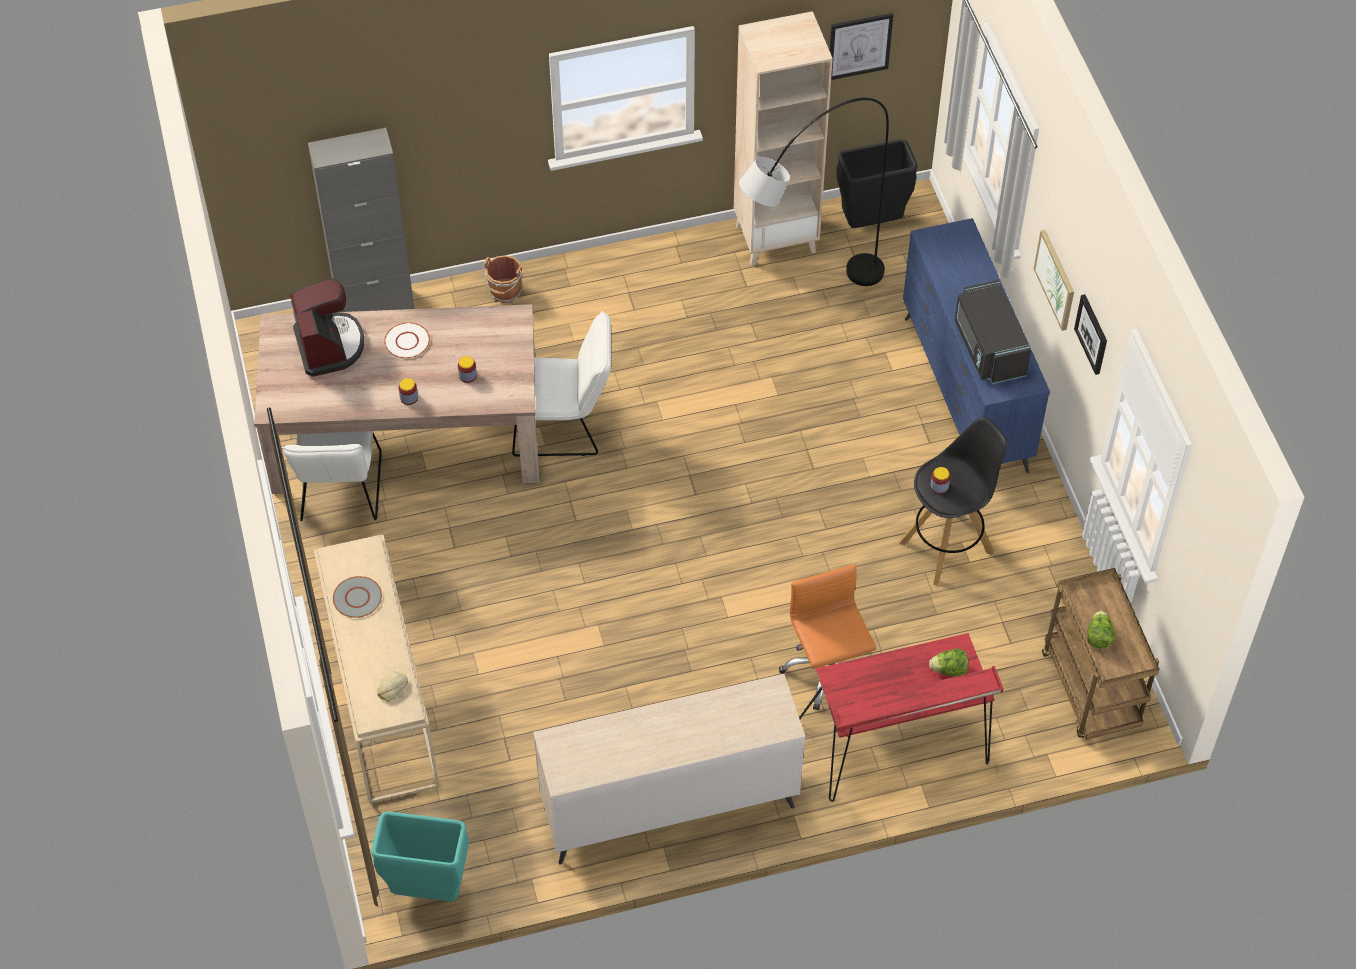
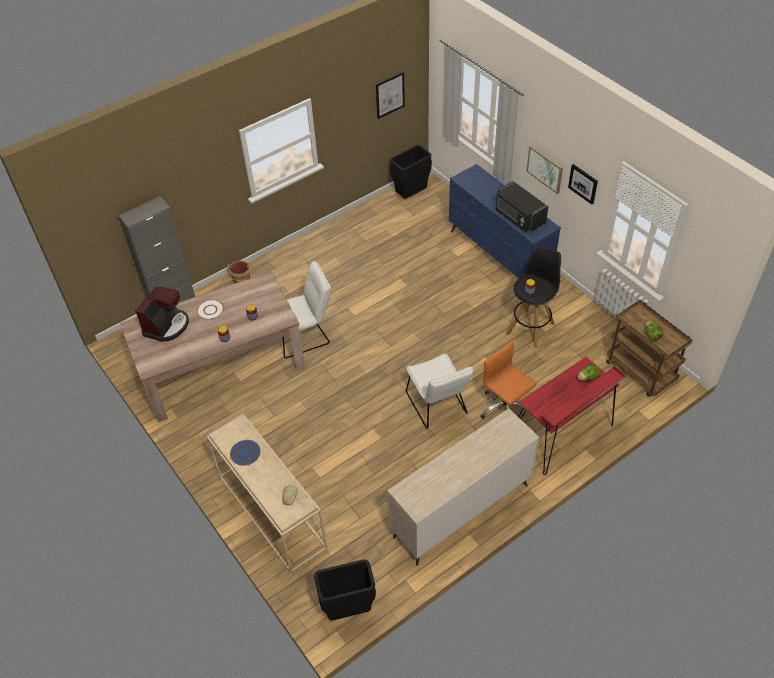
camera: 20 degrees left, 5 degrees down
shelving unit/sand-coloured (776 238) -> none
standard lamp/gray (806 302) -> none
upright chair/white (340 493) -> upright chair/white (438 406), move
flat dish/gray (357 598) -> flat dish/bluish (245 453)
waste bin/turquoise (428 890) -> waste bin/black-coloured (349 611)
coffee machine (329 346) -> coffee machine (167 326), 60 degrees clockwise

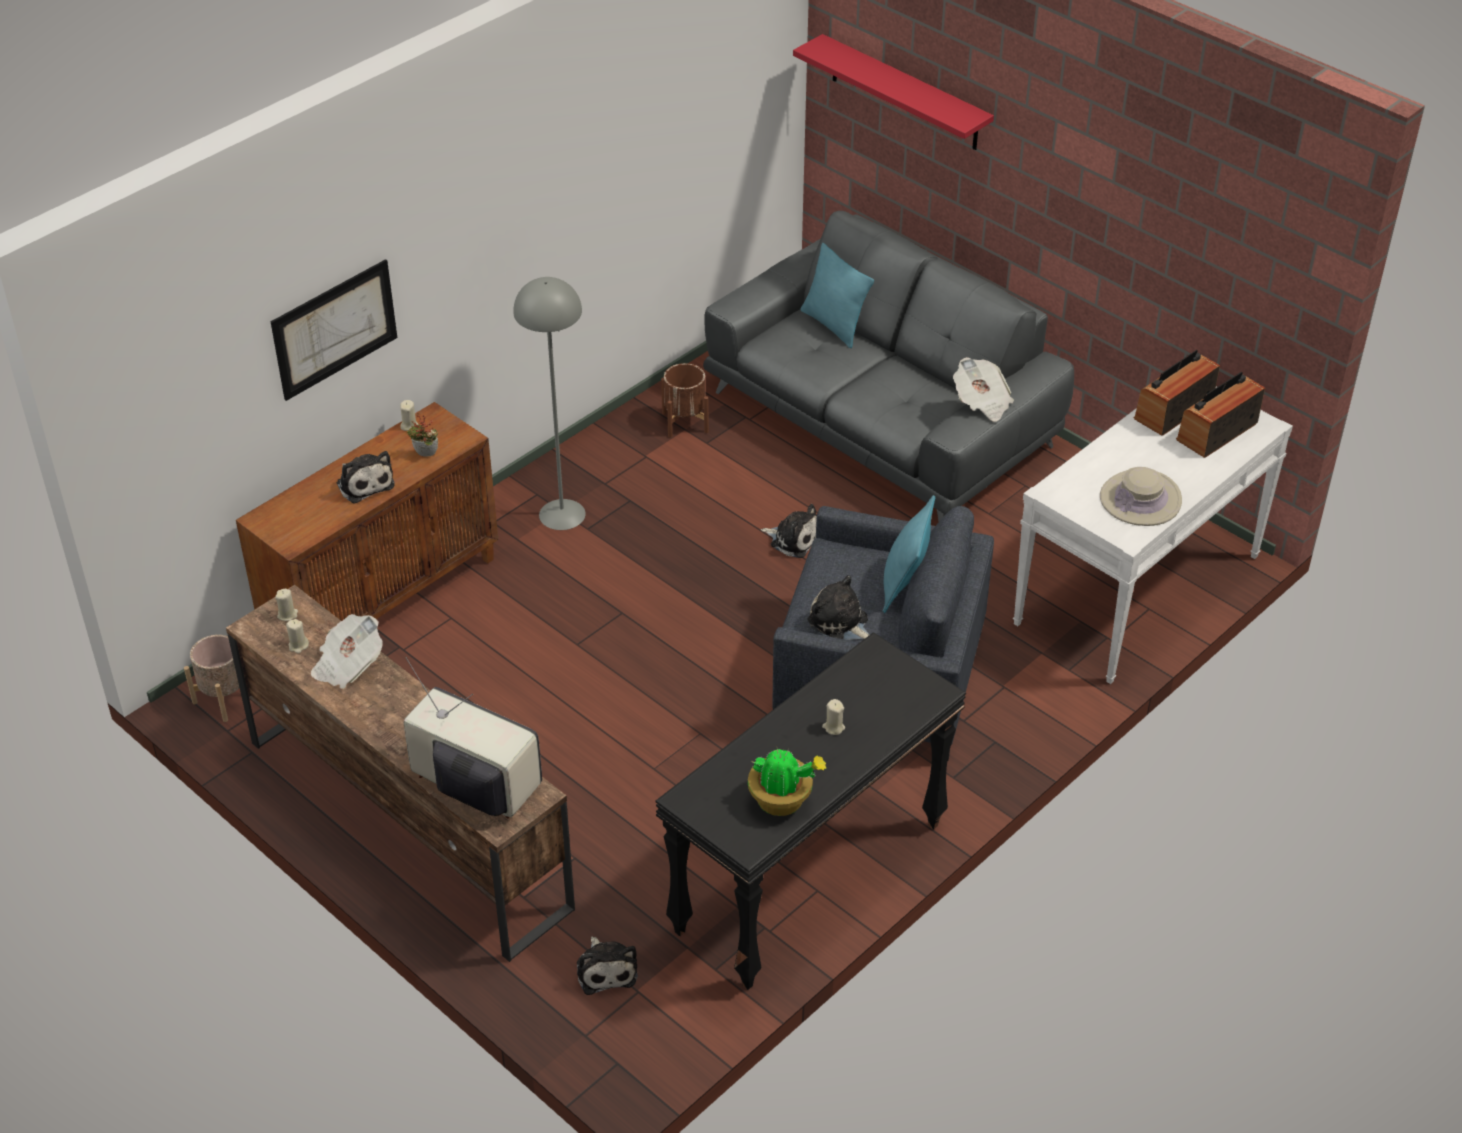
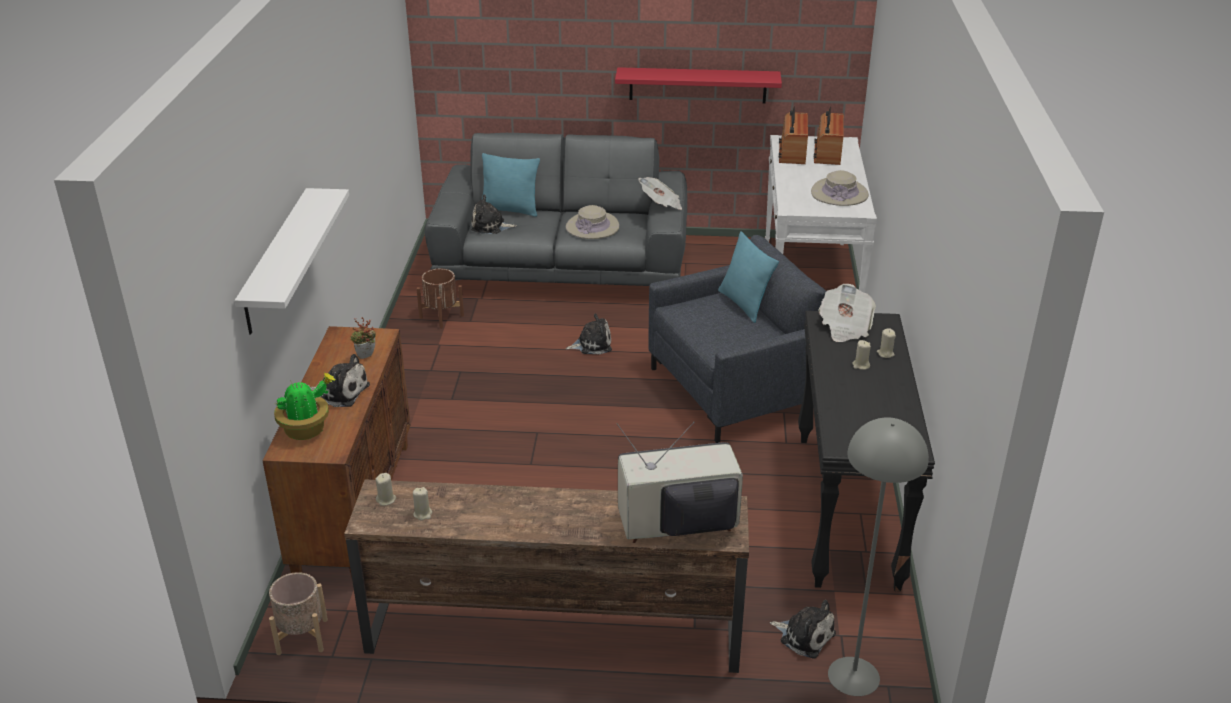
camera: 40 degrees left, 10 degrees down
none -> wearable hat/sand-coloured (592 227)
daily paper (348 665) -> daily paper (845 327), move
wax light/sand-coloured (409 425) -> wax light/sand-coloured (885 353), move
standard lamp/gray (562 514) -> standard lamp/gray (853 676), move
houseplant (782 801) -> houseplant (307 430), move
shelf/reddish (904 93) -> shelf/reddish (697 85), move
cuddly toy (840 623) -> cuddly toy (490 226), move
picture (335 329) -> shelf/white (276 261)

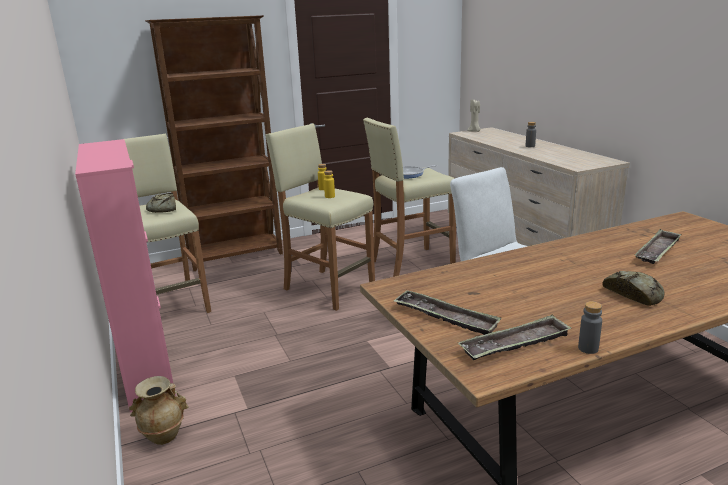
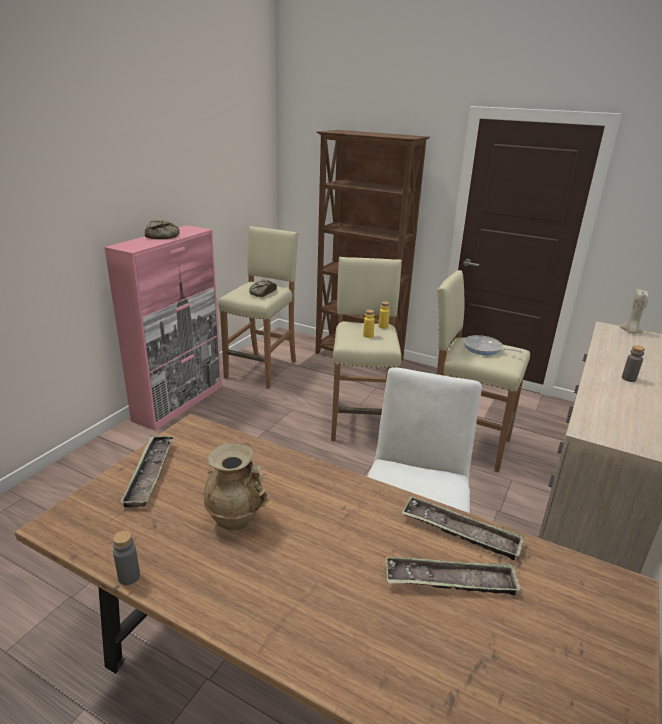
camera: 50 degrees right, 5 degrees up
decorative vase/sand-coloured (163 435) -> decorative vase/sand-coloured (236 518), move
carrying tray (515 344) -> carrying tray (460 532), move
bakery bread (634 293) -> bakery bread (164 235), move

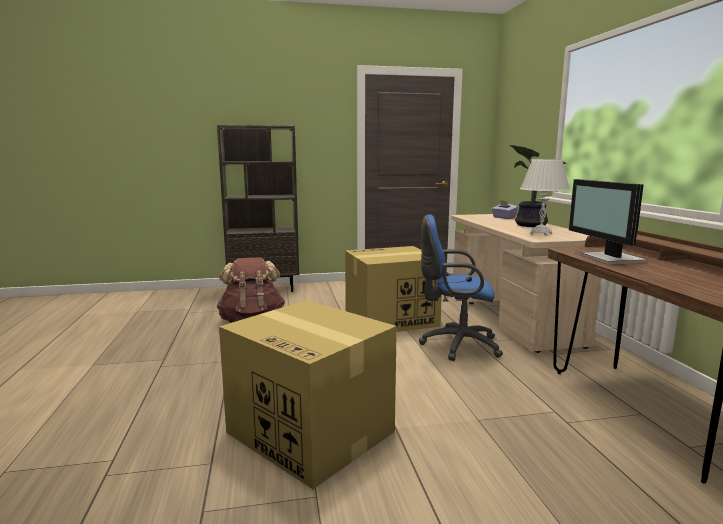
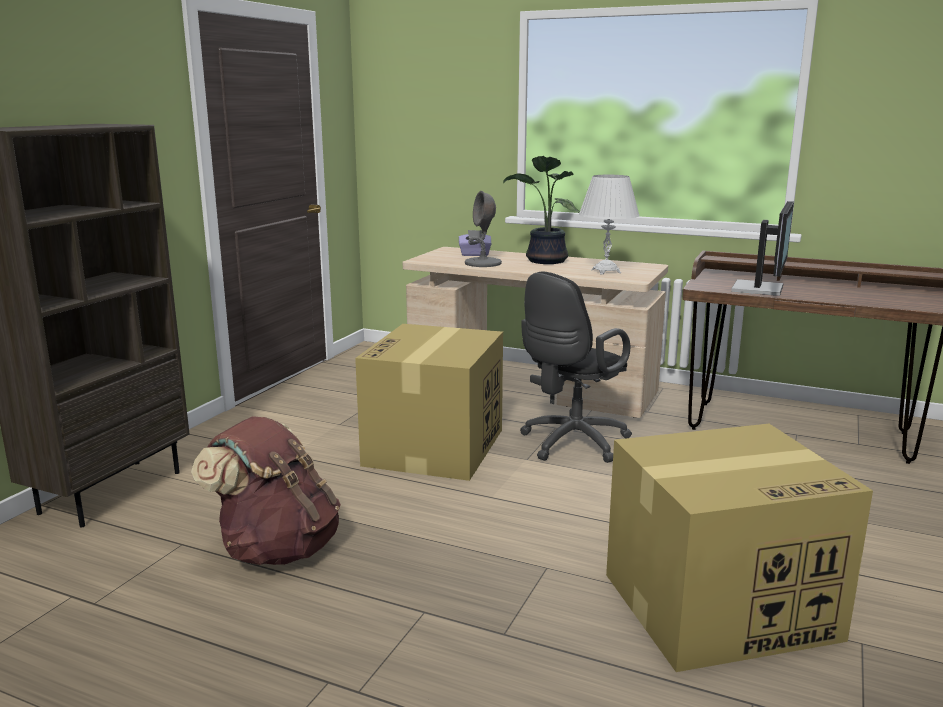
camera: 55 degrees left, 5 degrees up
none -> lamp for a table/gray (483 263)
computer chair/bluish (456 345) -> computer chair/black-coloured (570 444)
computer screen (610 259) -> computer screen (760 288), 90 degrees counterclockwise

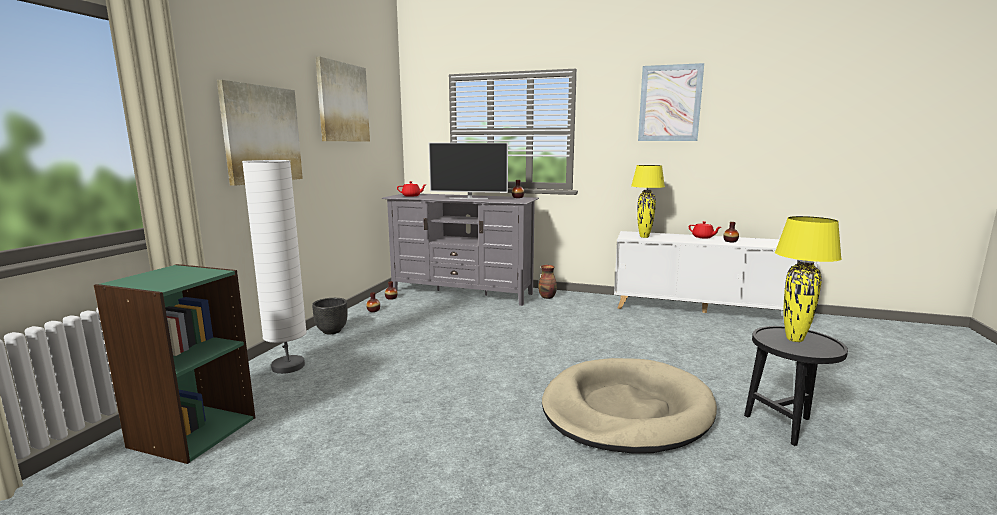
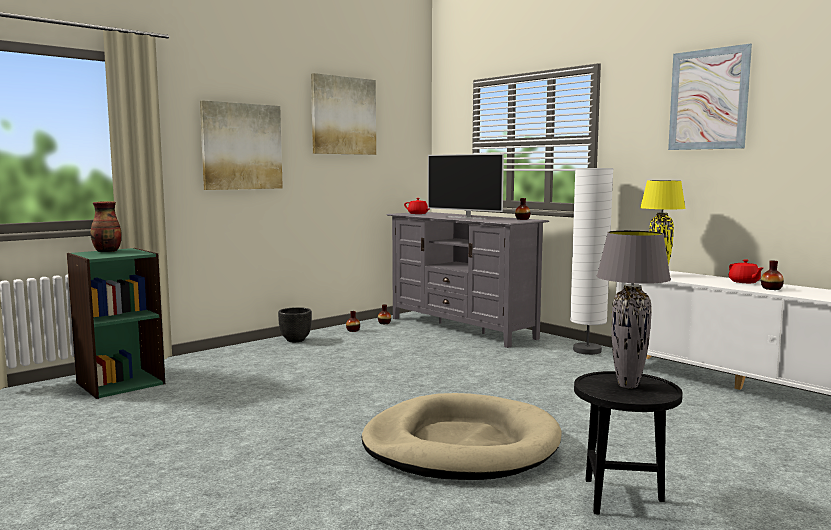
camera: 30 degrees right, 5 degrees down
standard lamp/white (288 366) -> standard lamp/white (587 351), move
decorative vase (547 297) -> decorative vase (107 251), move
lamp for a table/yellow (794 339) -> lamp for a table/gray (628 385)

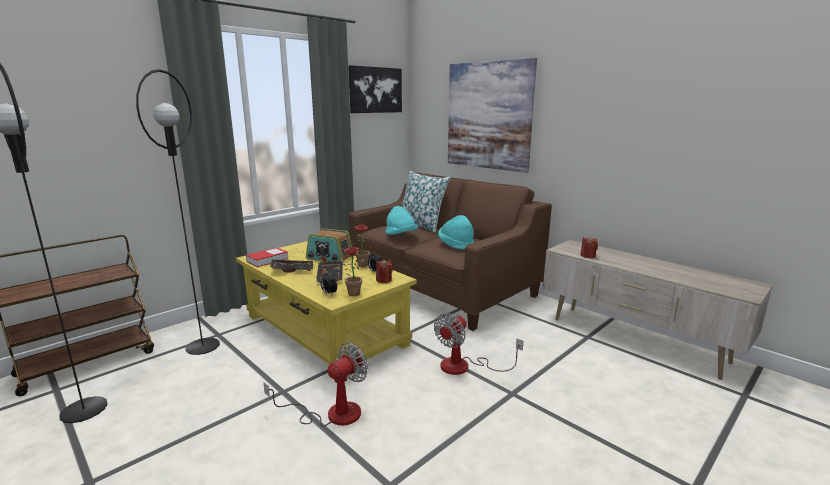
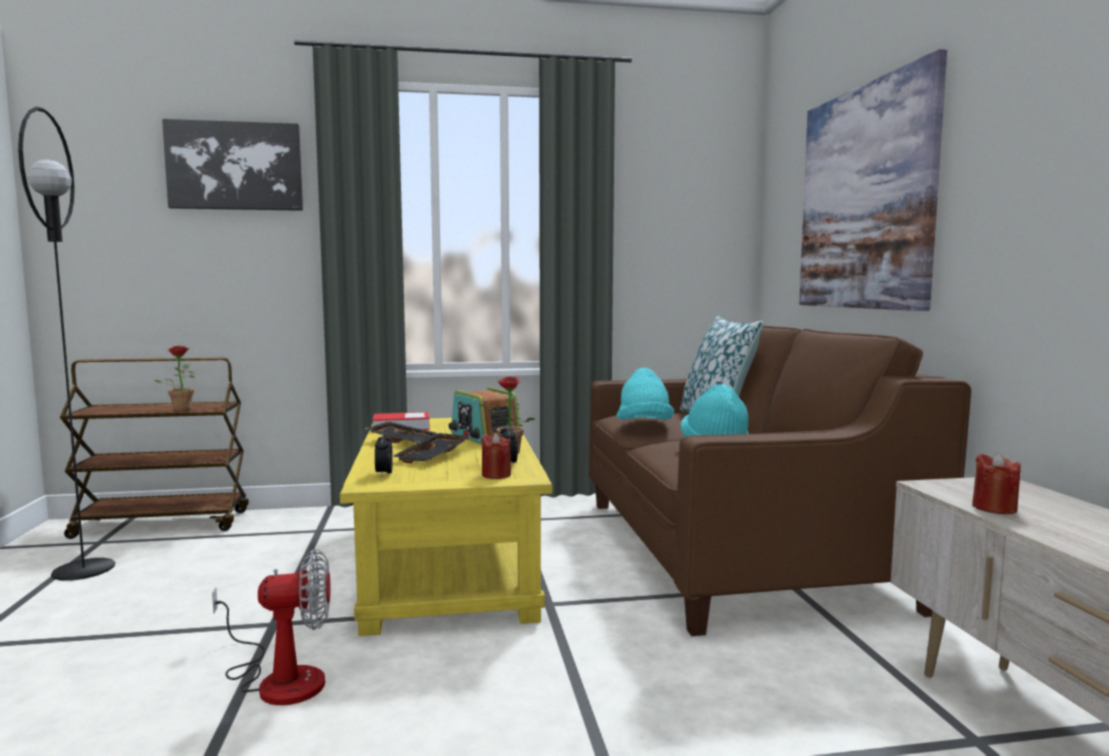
camera: 35 degrees right, 10 degrees down
standard lamp/black-coloured (202 346) -> none
cooling fan (465 366) -> none
houseplant (351 293) -> houseplant (182 409), move
picture (375 90) -> picture (235 166), move

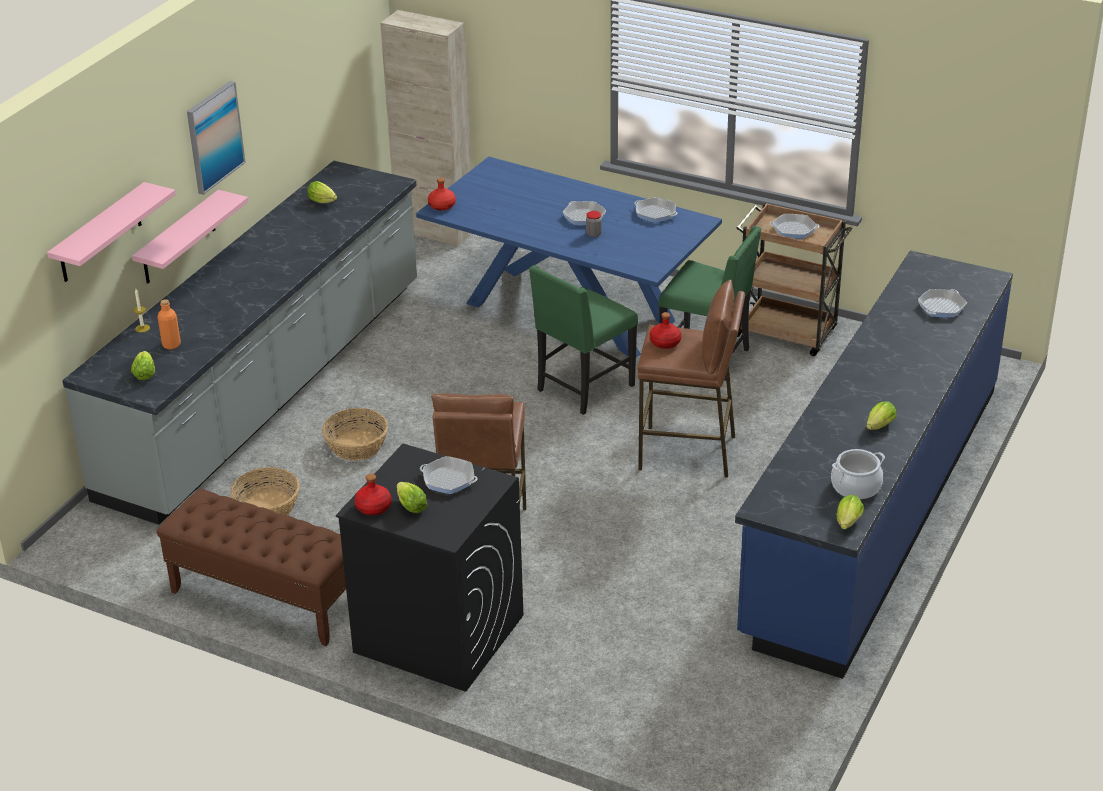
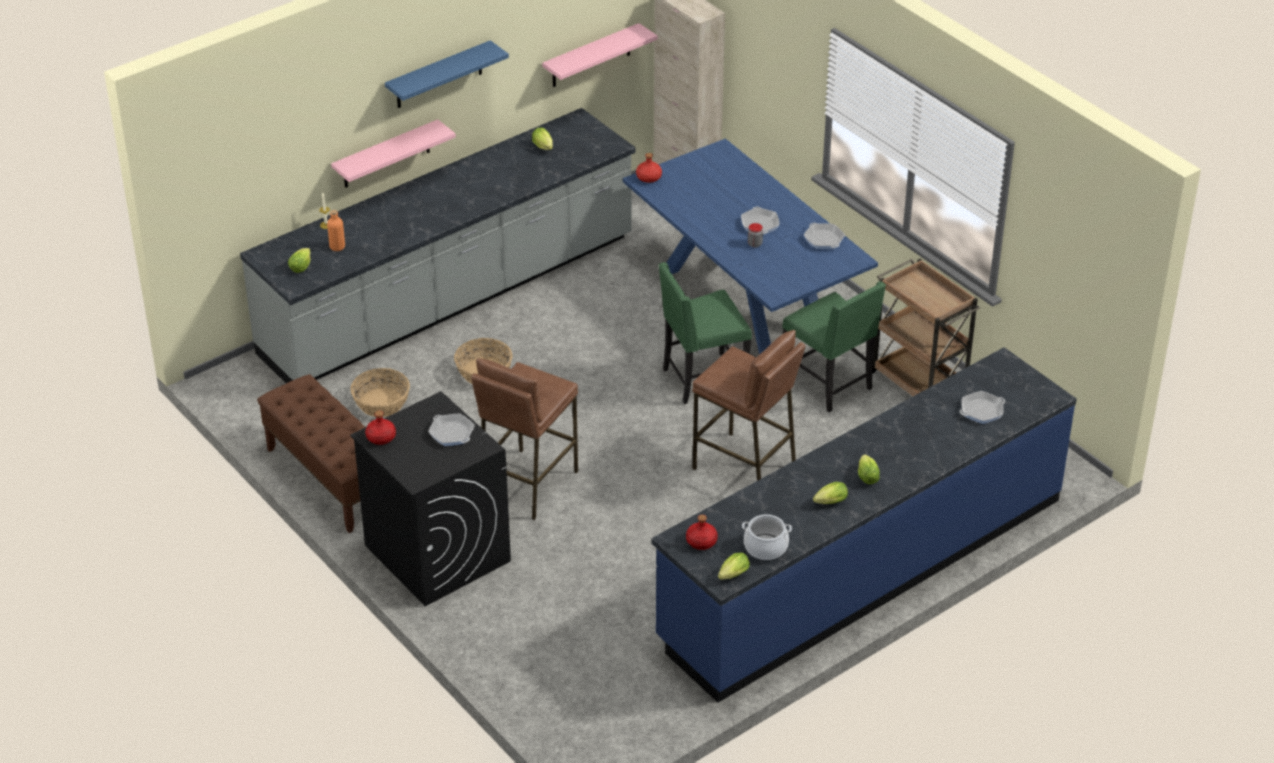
camera: 25 degrees right, 5 degrees up
skillet (794 230) -> none
shelf/pink-coloured (100 234) -> shelf/pink-coloured (591 56), move
lettuce (410 505) -> lettuce (866 476), move
beverage bottle/reddish (665 342) -> beverage bottle/reddish (701 541), move
picture (214 137) -> shelf/bluish (439 75)

